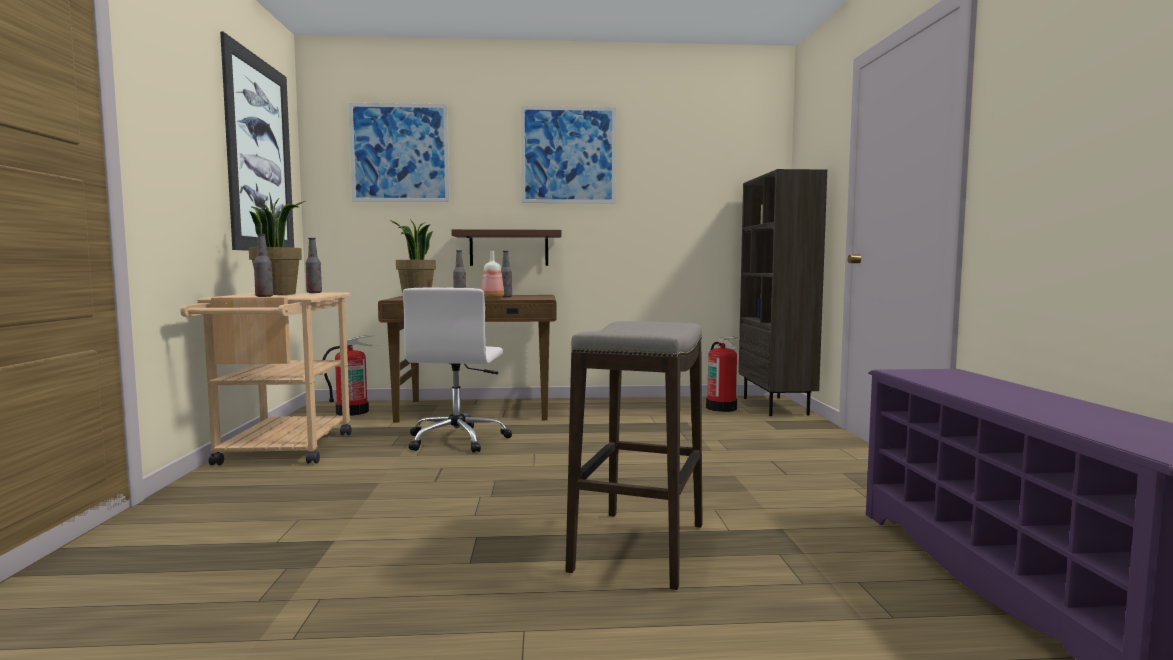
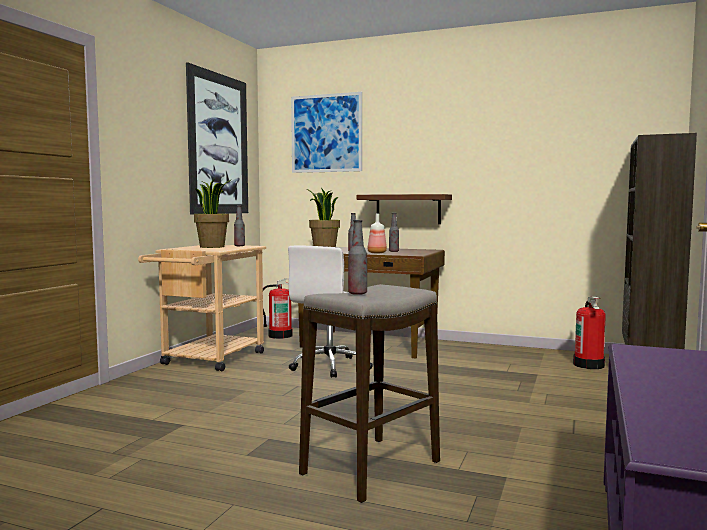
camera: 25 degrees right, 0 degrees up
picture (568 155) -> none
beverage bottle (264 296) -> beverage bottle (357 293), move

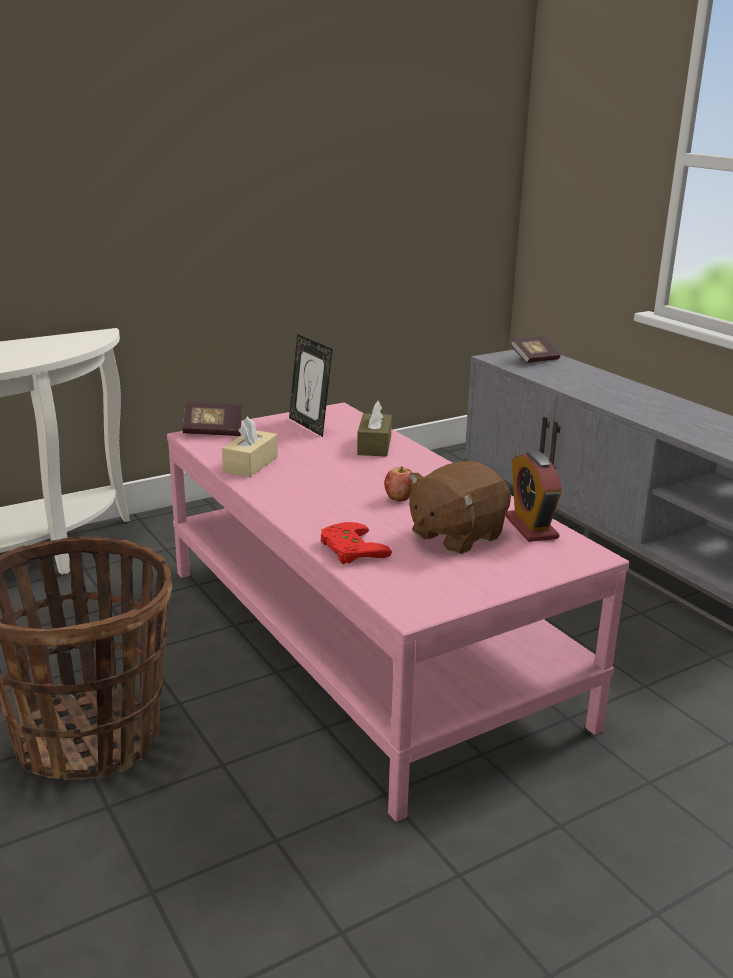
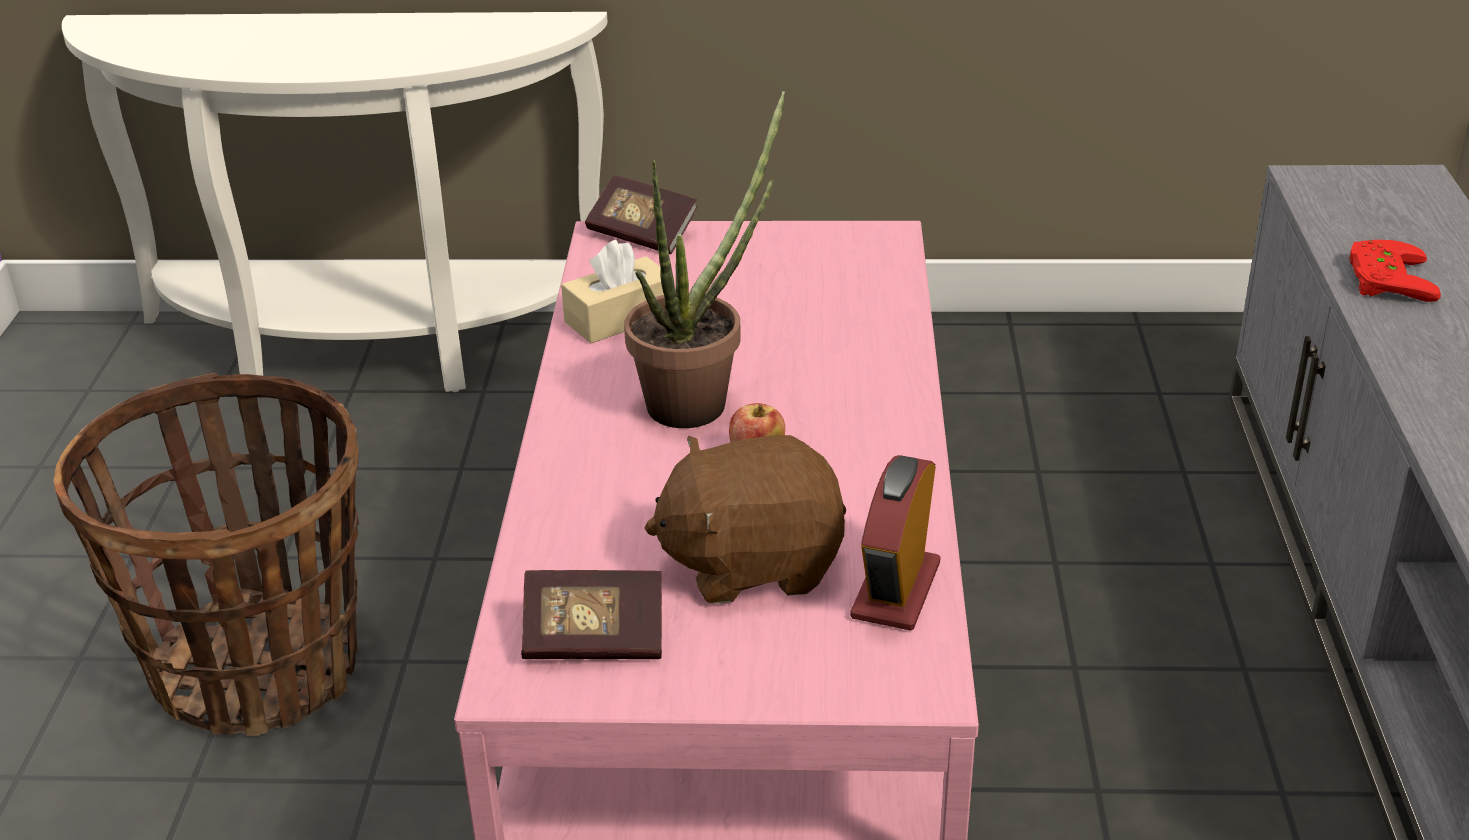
camera: 35 degrees right, 10 degrees up
picture frame (310 426) -> none
box of tissues/brown-coloured (374 445) -> none
none -> houseplant (700 399)
game controller/reddish (349 549) -> game controller/reddish (1383 278), move
volume (534 360) -> volume (594 639), move

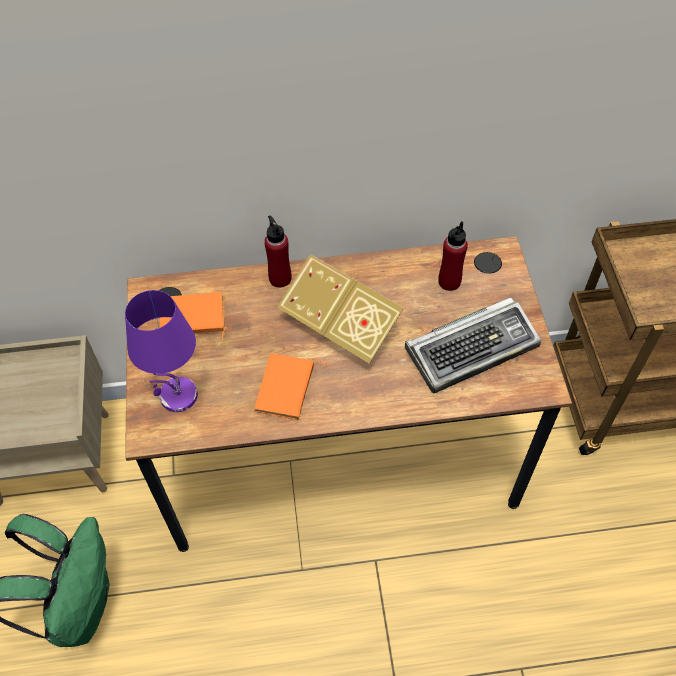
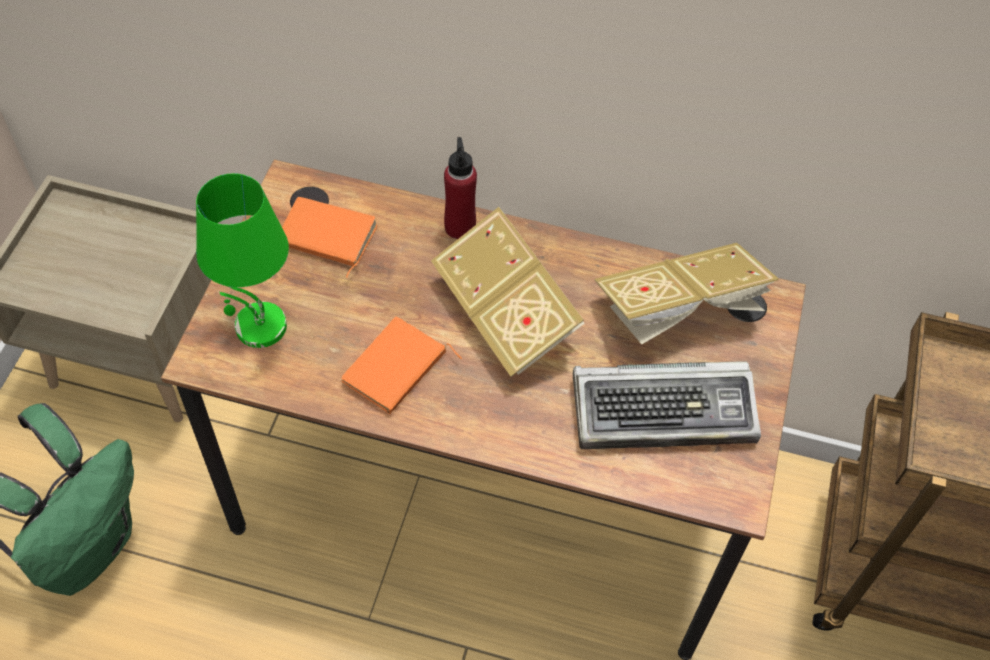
camera: 20 degrees right, 0 degrees up
beverage bottle/reddish (449 282) -> volume (679 311)
lamp for a table/purple-coloured (178 396) -> lamp for a table/green (259 327)

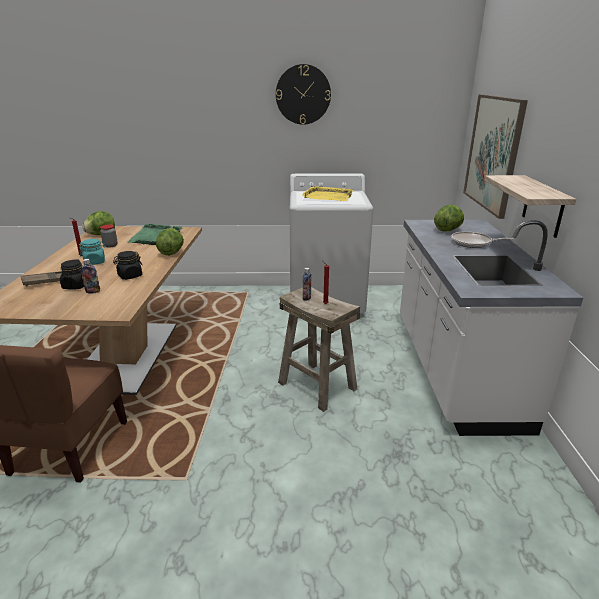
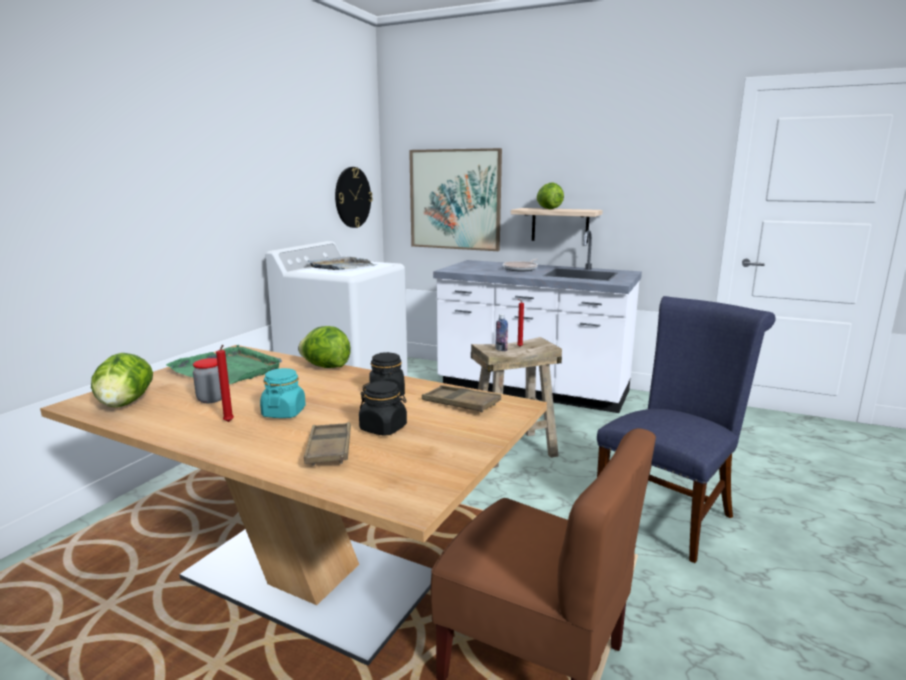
camera: 65 degrees left, 10 degrees down
beverage bottle (93 291) -> none
none -> carrying tray/brown-coloured (460 404)
none -> upright chair/bluish (668 513)
hanging clock (303 95) -> hanging clock (352 197), move
lettuce (448 230) -> lettuce (548 209), move
carrying tray/yellow (327 196) -> carrying tray/gray (342 267)

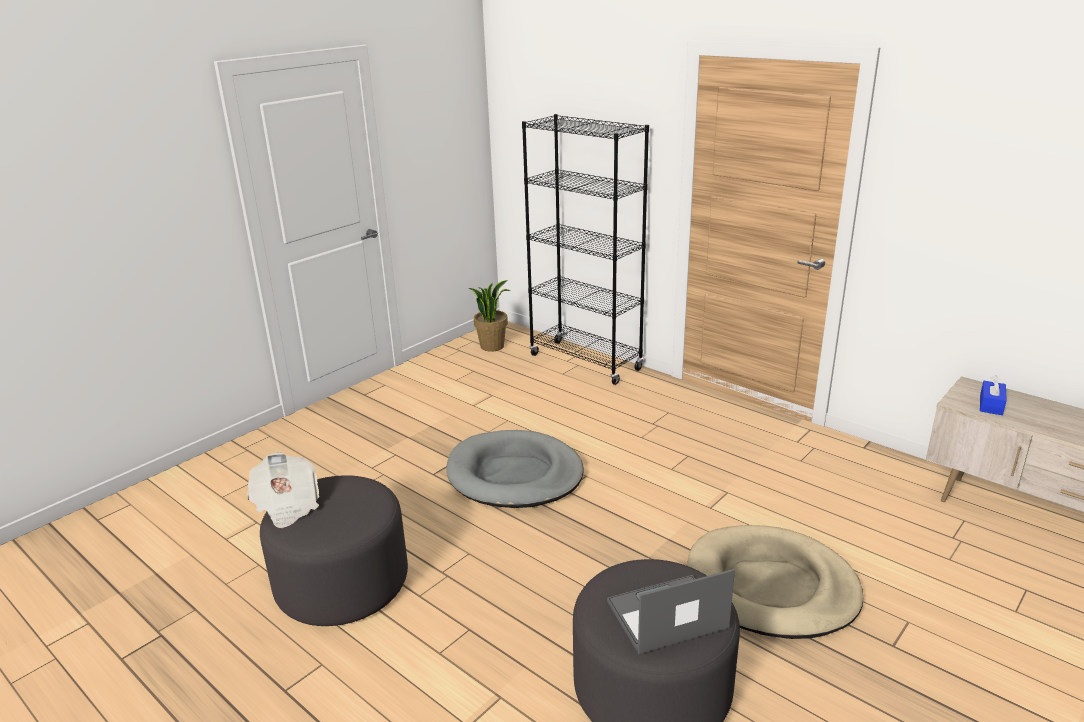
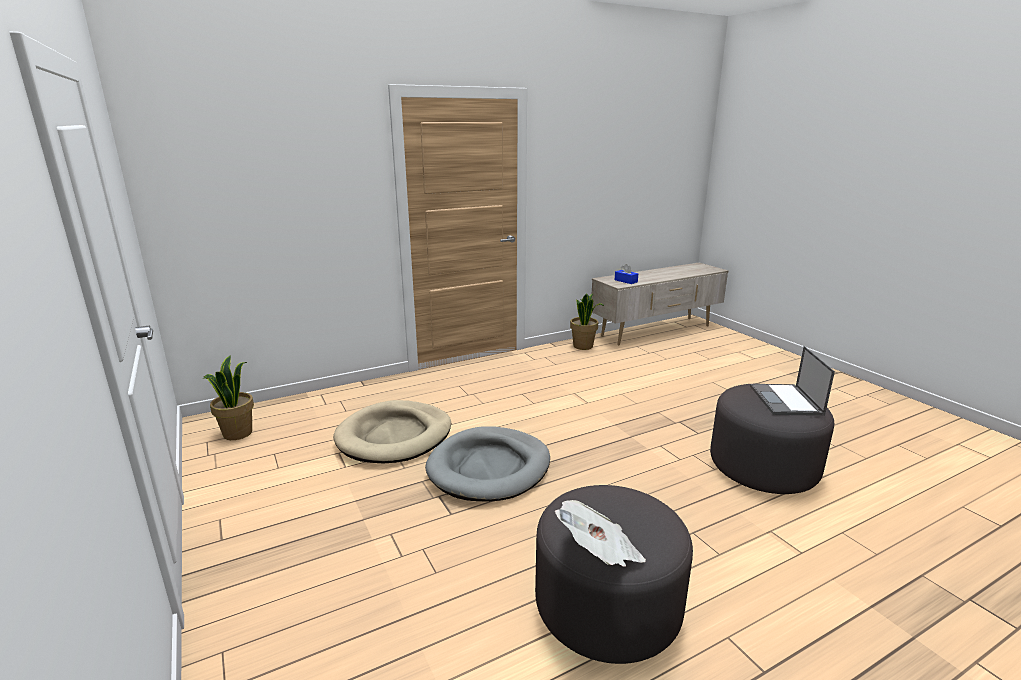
camera: 70 degrees left, 5 degrees down
shelving unit/black-coloured (585 362) -> none
none -> houseplant (583 346)
dog bed/sand-coloured (771 587) -> dog bed/sand-coloured (395 436), move

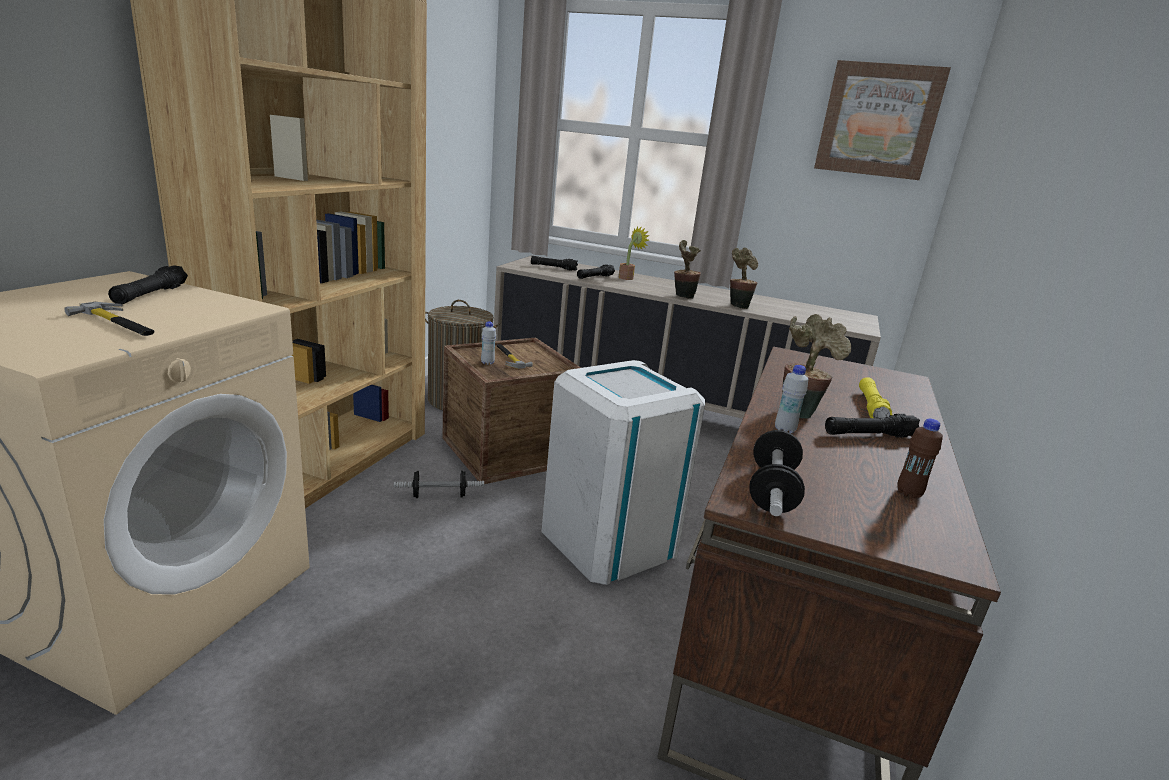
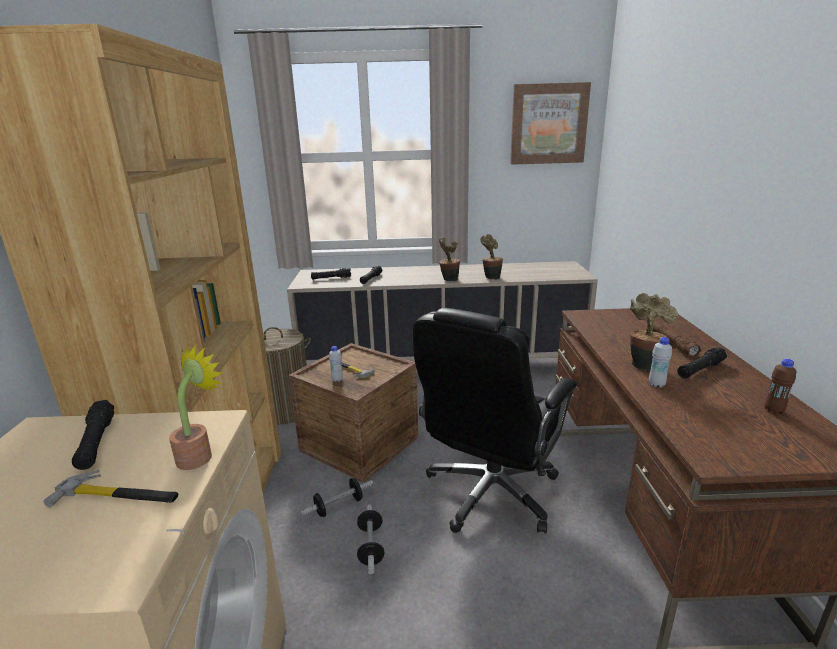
camera: 20 degrees left, 0 degrees up
houseplant (628 278) -> houseplant (199 454), move
hand weight (772 491) -> hand weight (371 546), move
waste bin/white (608 540) -> computer chair/black-coloured (490 493)
flashlight/yellow (871 407) -> flashlight/brown-coloured (673 345)

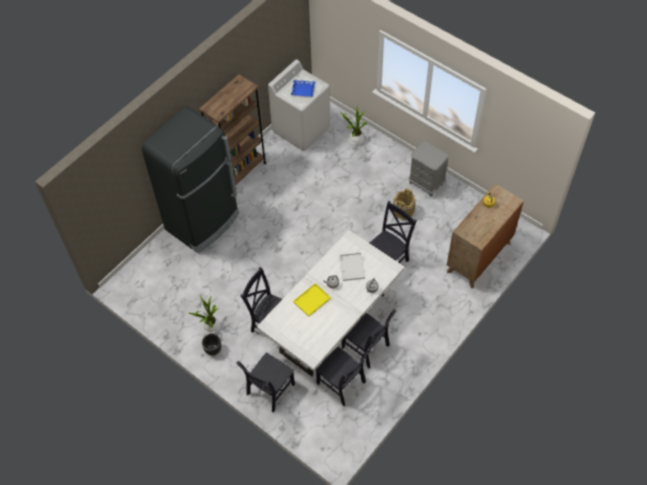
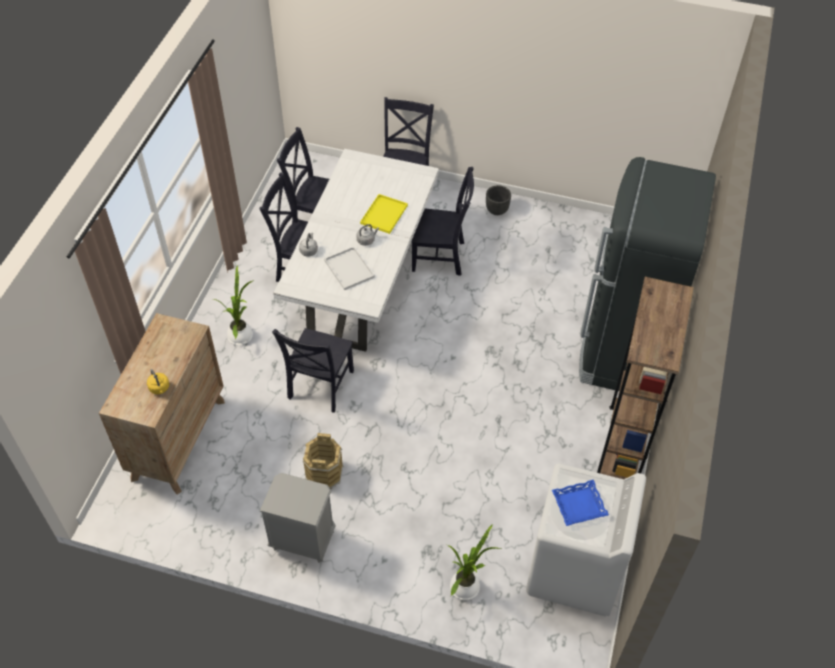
camera: 155 degrees right, 5 degrees down
houseplant (210 327) -> houseplant (241 334), move

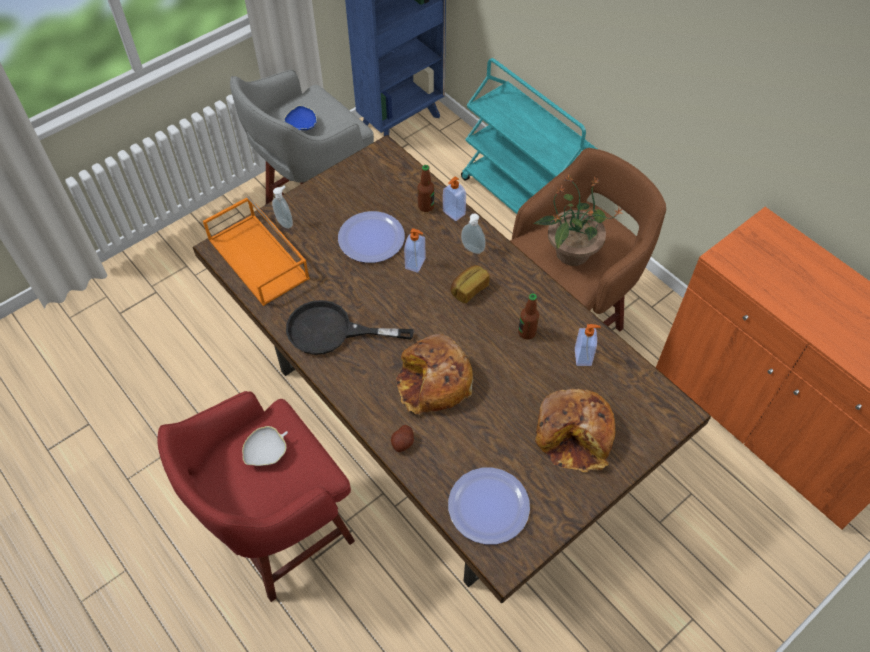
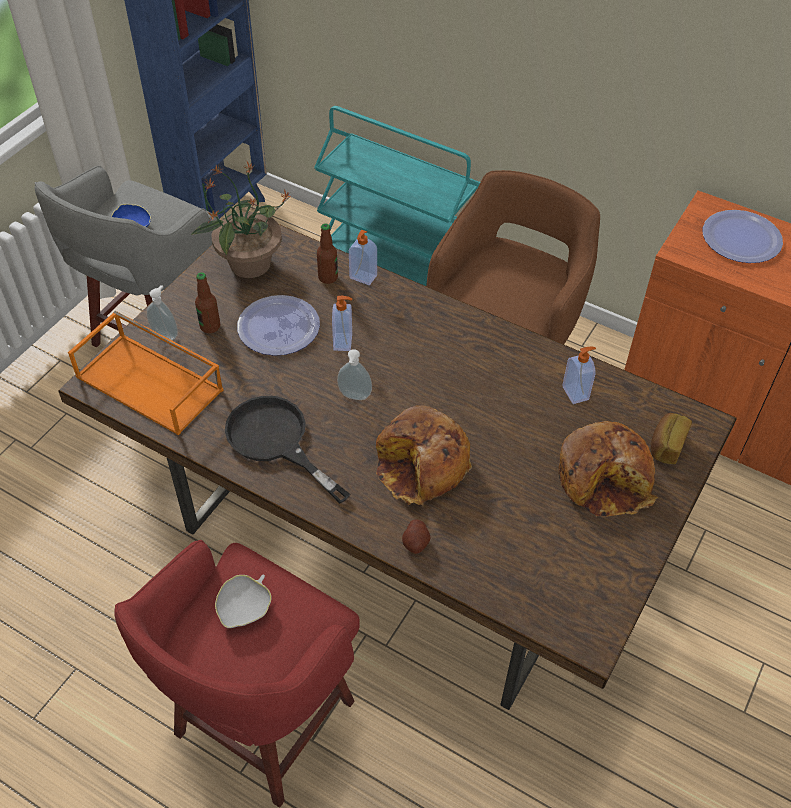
camera: 20 degrees left, 5 degrees down
flat dish (488 506) -> flat dish (741 238), move
bakery bread (468 289) -> bakery bread (666 445), move
soap dispenser (472 250) -> soap dispenser (354 397), move
beverage bottle (527 332) -> beverage bottle (210 326), move
houseplant (571 252) -> houseplant (248 264), move
skillet/black-coloured (332 331) -> skillet/black-coloured (276 441), 60 degrees clockwise

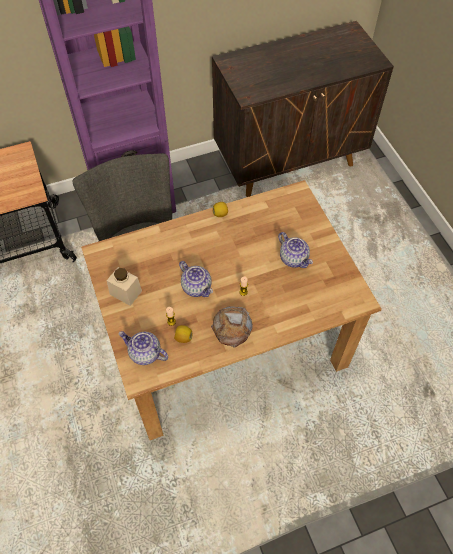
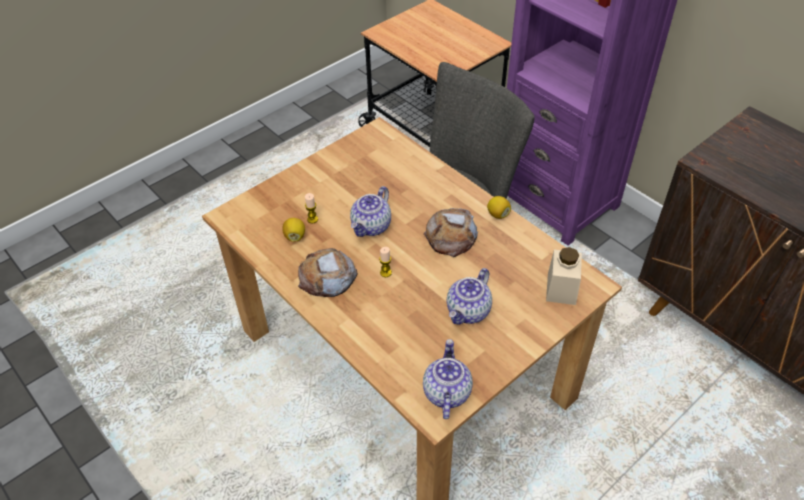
camera: 70 degrees right, 10 degrees down
none -> bakery bread (451 236)
preserve jar/sand-coloured (126 292) -> preserve jar/sand-coloured (561 288), move
teapot (144 353) -> teapot (446 392), move

